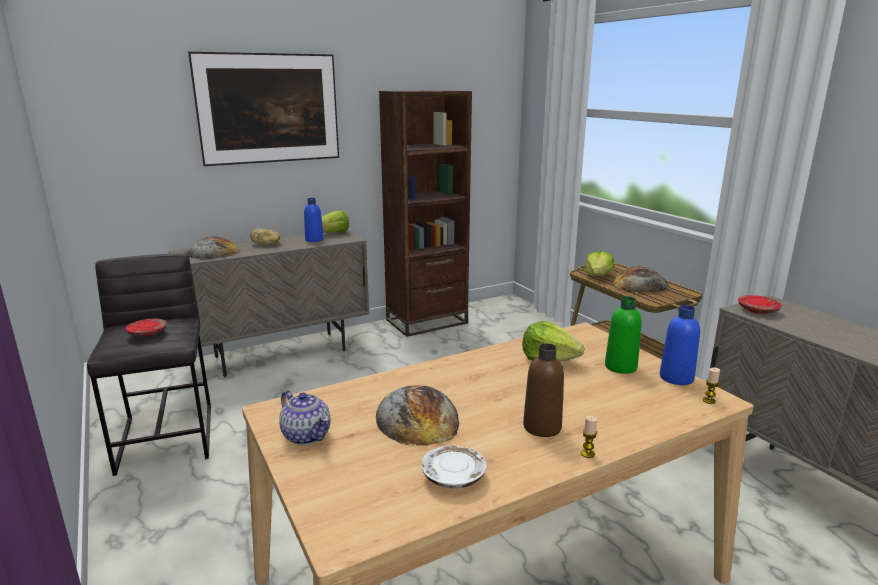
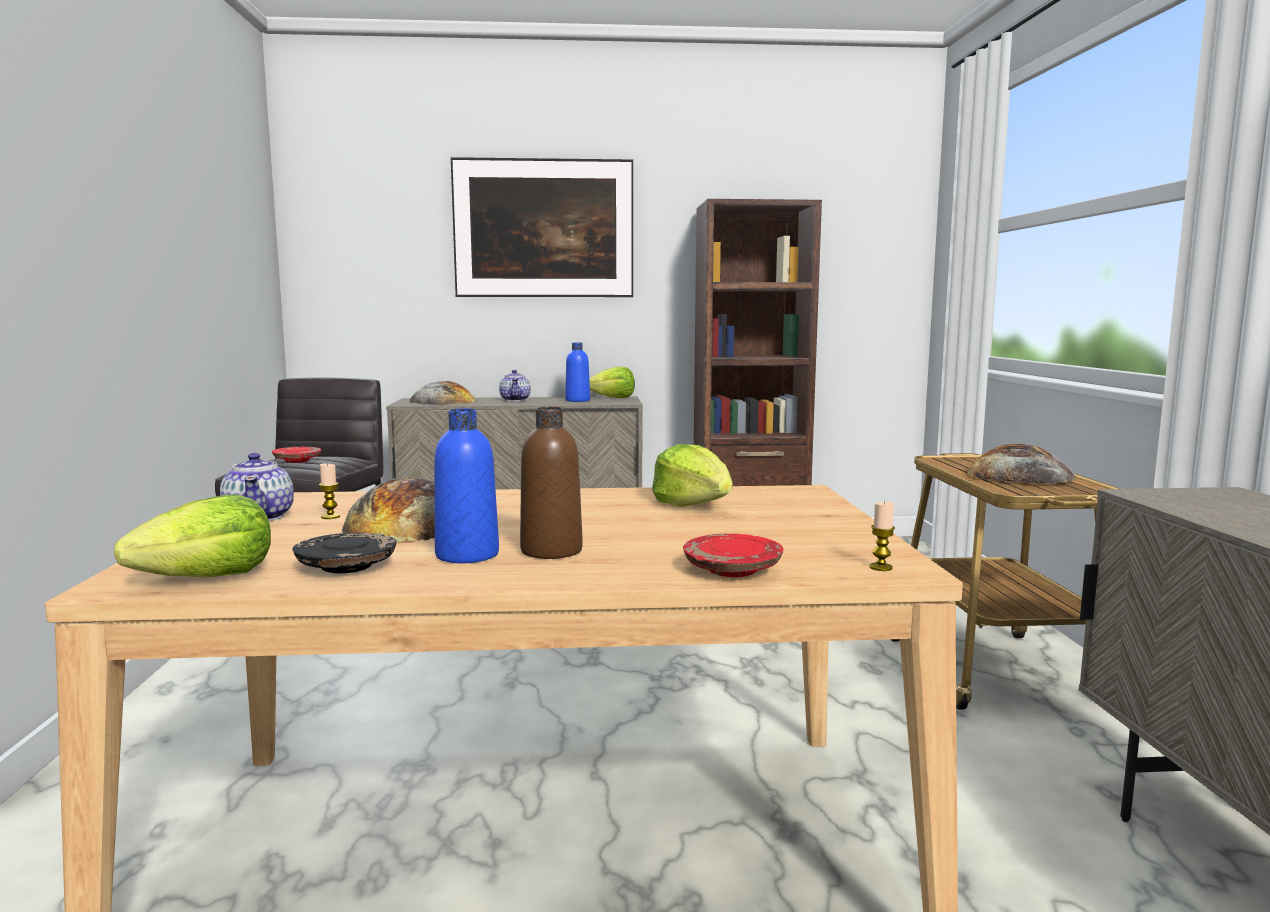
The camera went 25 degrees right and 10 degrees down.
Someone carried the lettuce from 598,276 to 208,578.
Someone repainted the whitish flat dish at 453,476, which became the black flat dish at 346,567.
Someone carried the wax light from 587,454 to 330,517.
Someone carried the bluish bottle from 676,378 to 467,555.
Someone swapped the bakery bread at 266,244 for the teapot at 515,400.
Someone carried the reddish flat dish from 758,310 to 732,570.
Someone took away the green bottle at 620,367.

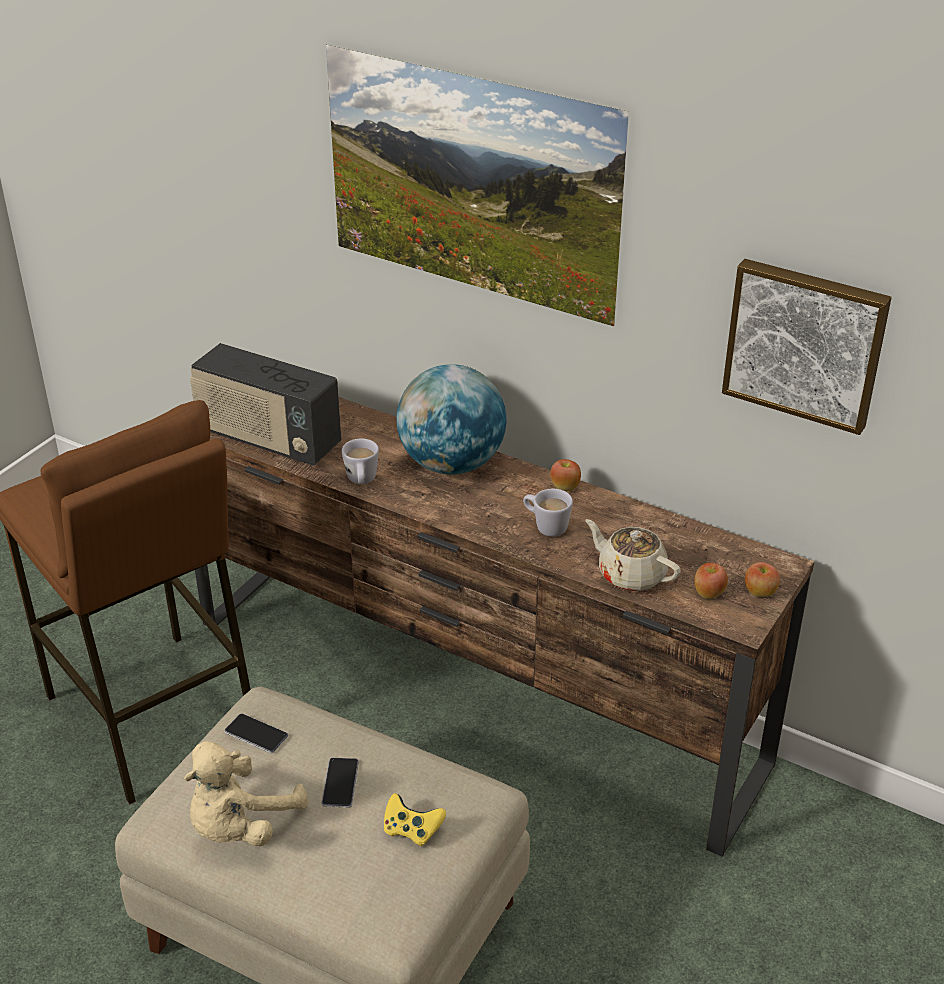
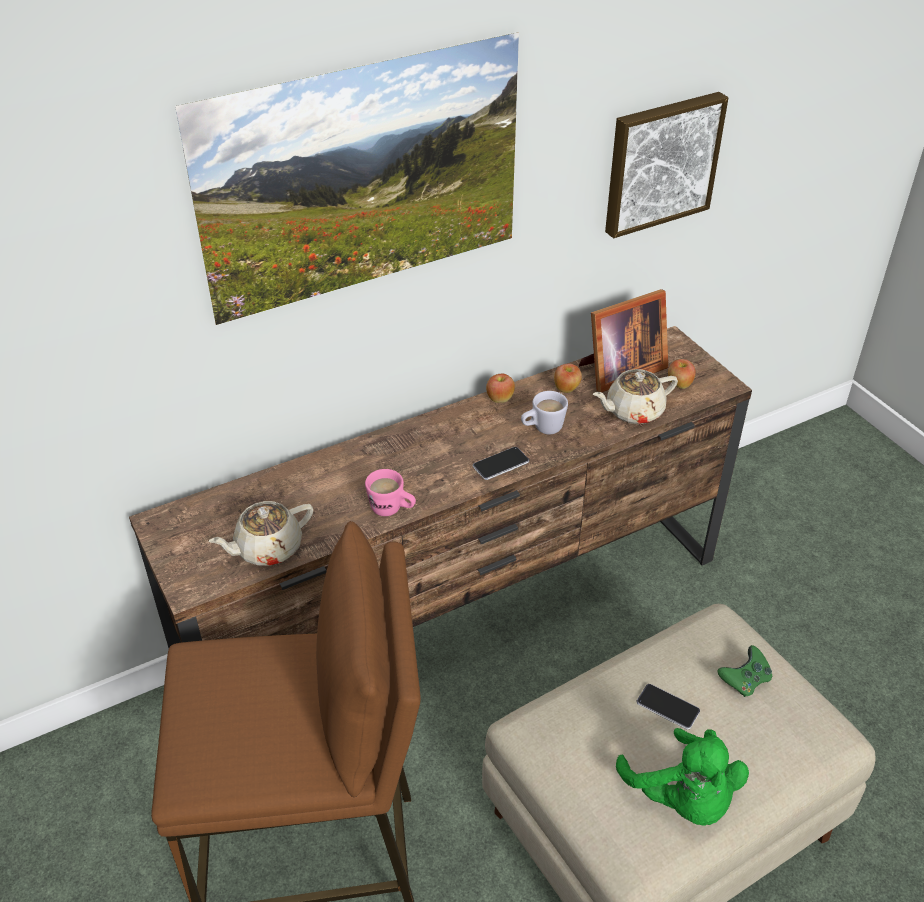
The camera went 60 degrees left and 5 degrees up.
Someone swapped the radio receiver at 268,439 for the sand-coloured teapot at 267,548.
Someone repainted the whitish tea mug at 361,482, which became the pinkish tea mug at 392,510.
Someone carried the phone from 256,734 to 501,464.
Someone carried the apple fruit from 760,593 to 566,389.
Someone put down the standing frame at 619,371.
Someone repainted the sand-coloured cuddly toy at 240,825, which became the green cuddly toy at 682,798.
Someone repainted the yellow-coloured joypad at 411,830, which became the green joypad at 744,681.
Someone took away the world globe at 451,464.

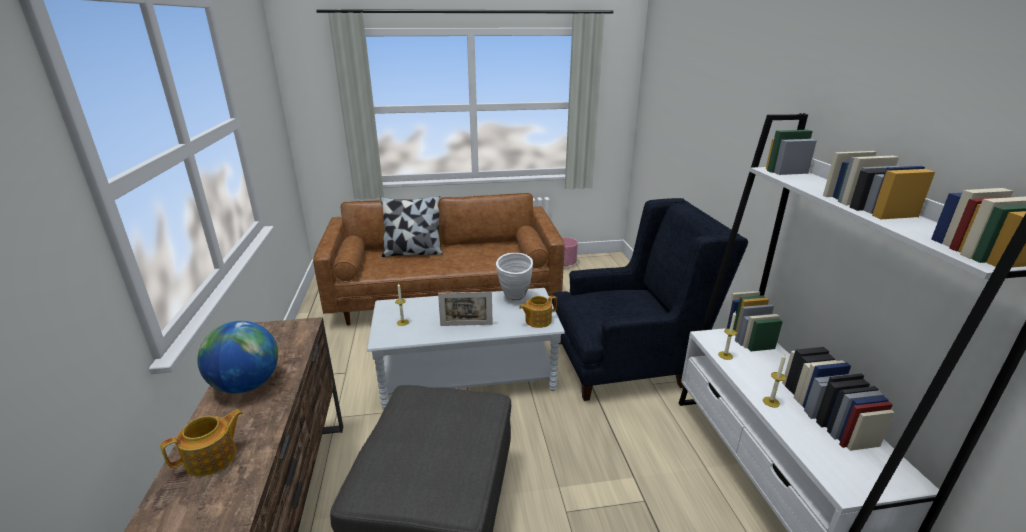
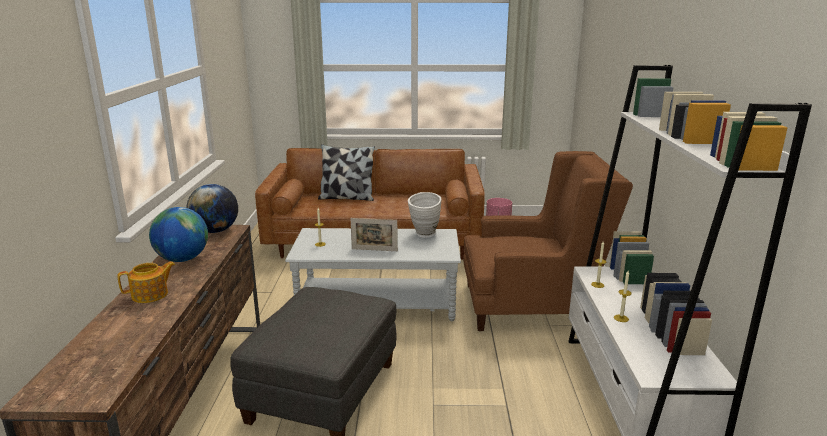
The camera went 10 degrees right and 5 degrees down.
Someone put down the world globe at 215,231.
Someone repainted the bluish lounge chair at 627,361, which became the brown-coloured lounge chair at 532,306.
Someone took away the teapot at 537,320.

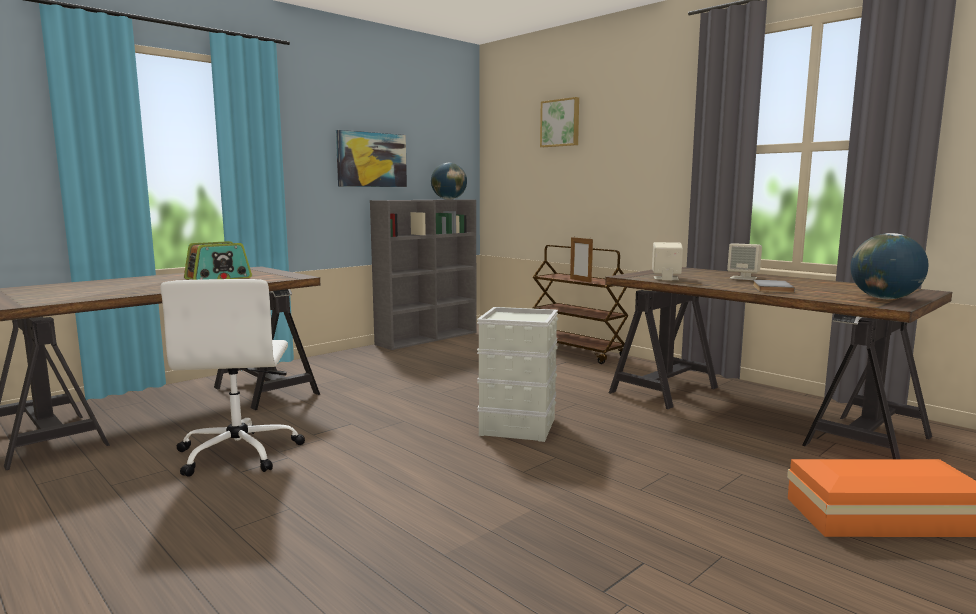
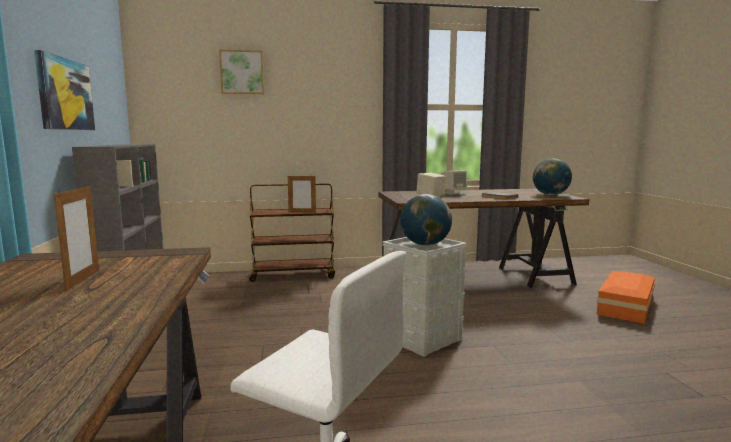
The camera went 55 degrees left and 0 degrees up.
Someone swapped the radio receiver at 218,278 for the standing frame at 83,280.
Someone carried the world globe from 448,199 to 425,245.

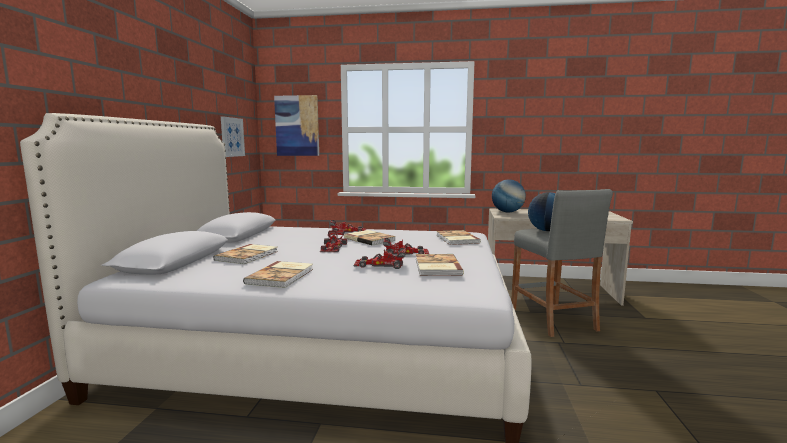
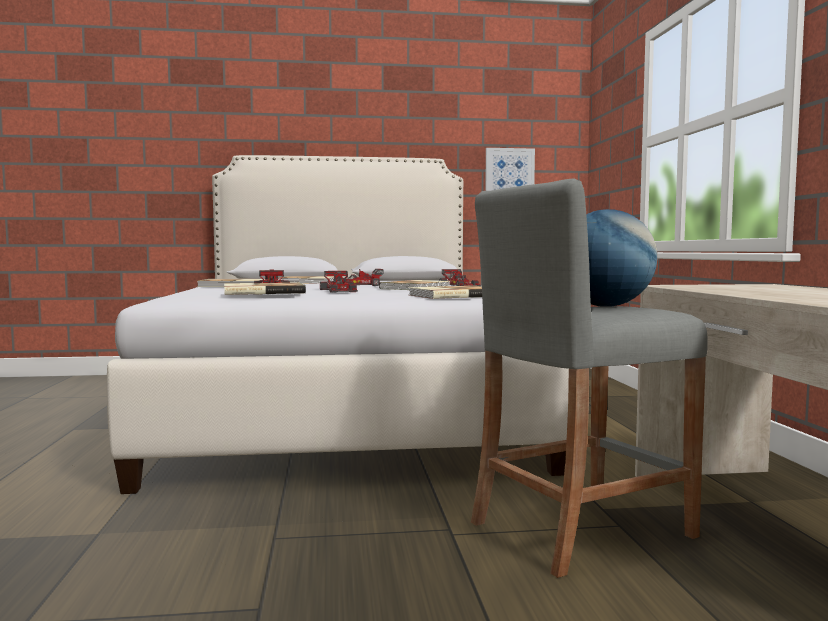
The camera went 75 degrees right and 5 degrees down.
Someone took away the picture at 297,126.
Someone took away the world globe at 507,212.

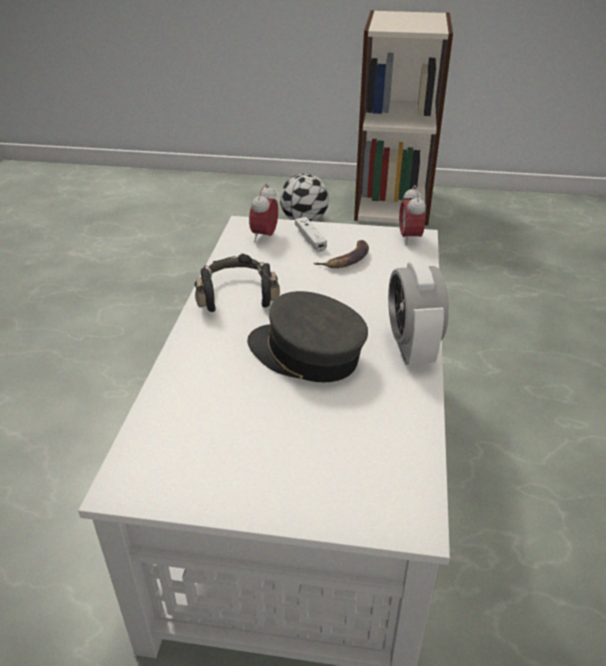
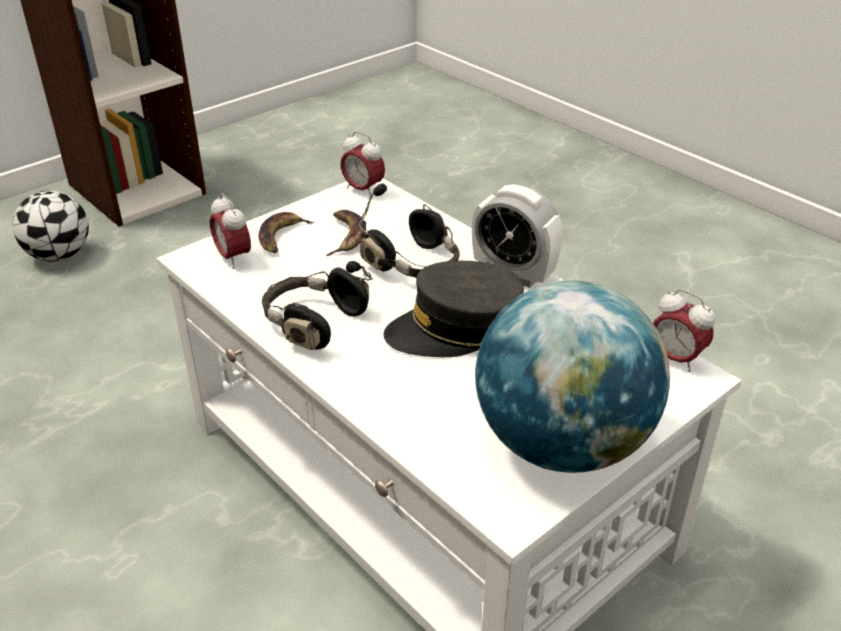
The camera went 50 degrees left and 0 degrees up.
Someone swapped the whitish joypad at 310,239 for the banana at 282,237.
Someone put down the black headphones at 415,265.
Someone put down the world globe at 562,444.
Someone put down the table clock at 675,358.

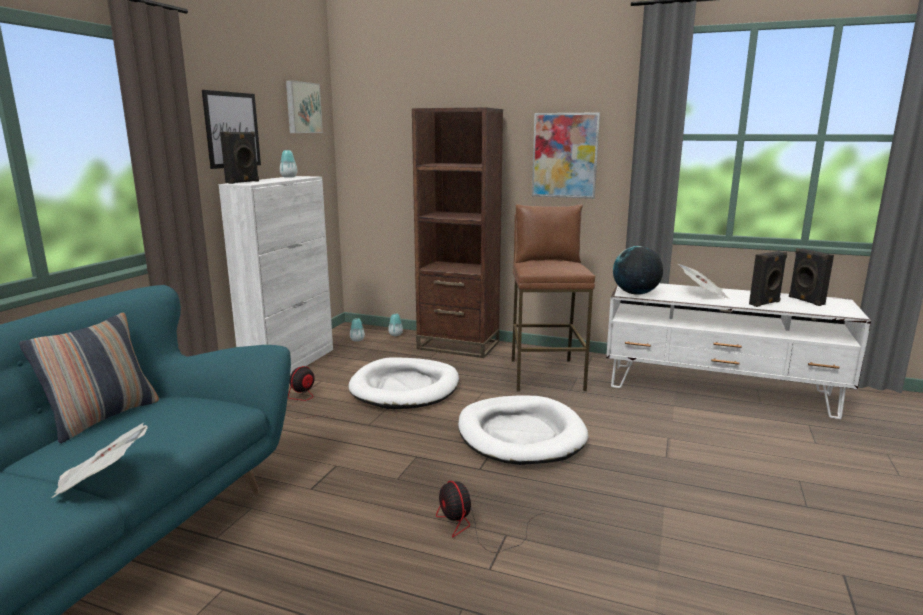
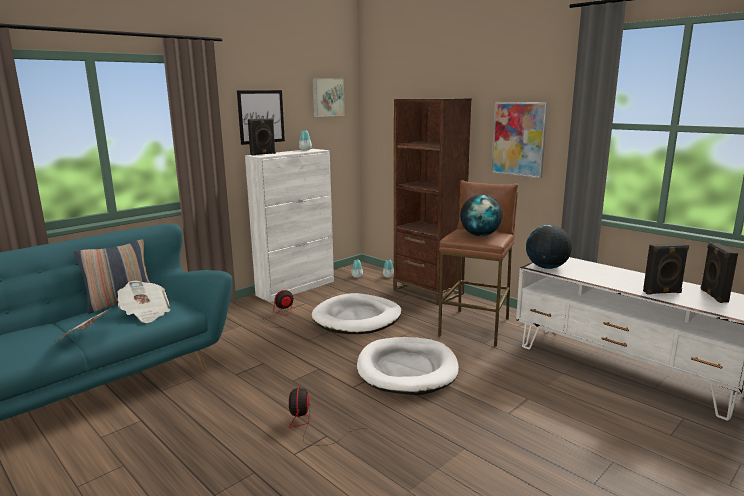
The camera went 25 degrees right and 0 degrees up.
Someone carried the daily paper from 702,294 to 145,314.
Someone put down the world globe at 480,235.

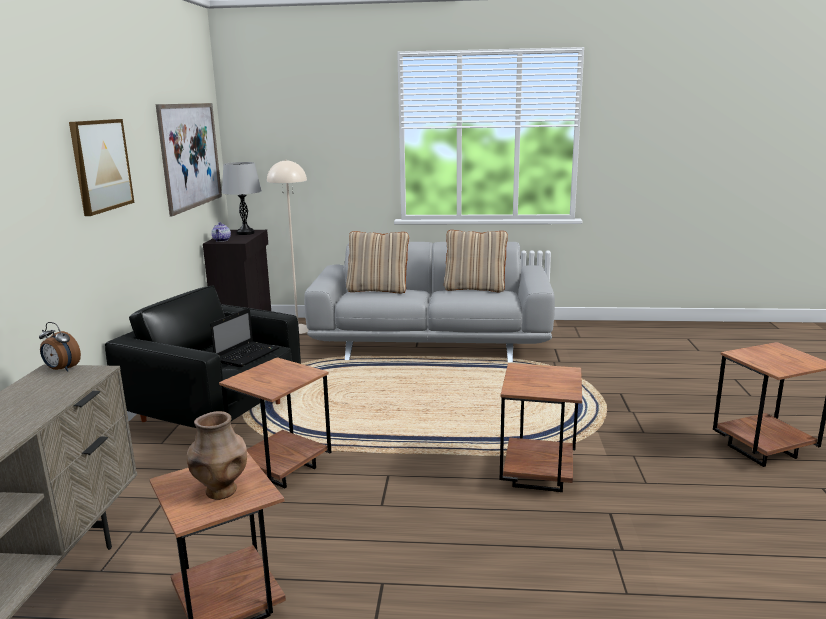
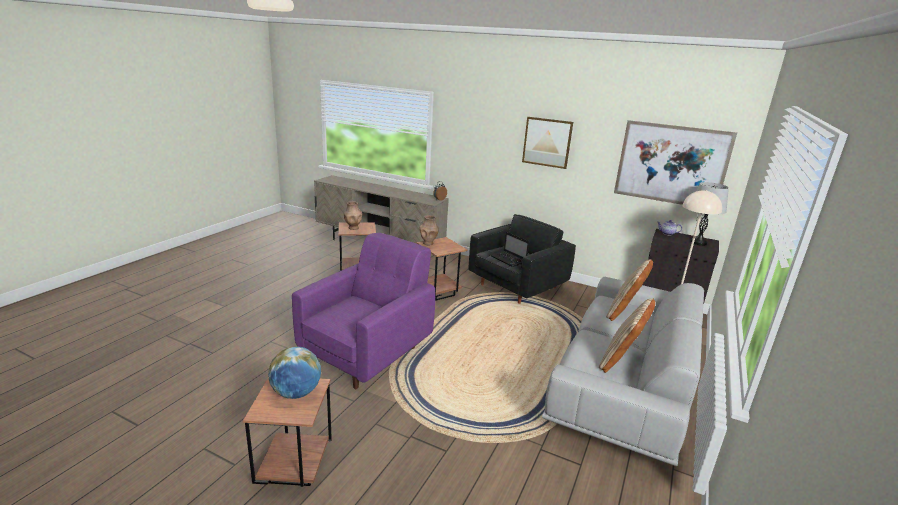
The camera went 110 degrees right and 5 degrees up.
Someone put down the world globe at 296,393.
Someone swapped the brown-coloured accent table at 536,478 for the purple lounge chair at 368,354.
Someone put down the brown-coloured decorative vase at 428,243.

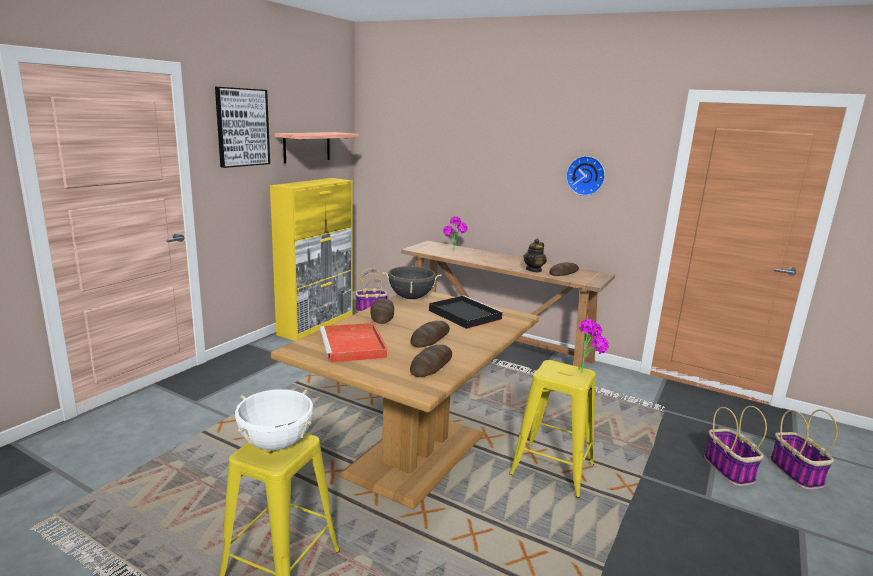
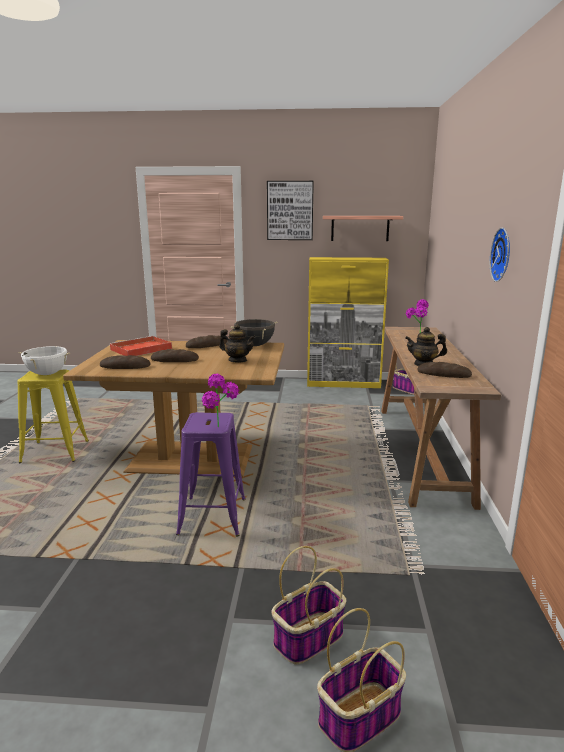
The camera went 65 degrees right and 0 degrees up.
Someone repainted the yellow-coloured stool at 552,469, which became the purple stool at 212,516.
Someone swapped the black serving tray at 463,314 for the teapot at 237,360.

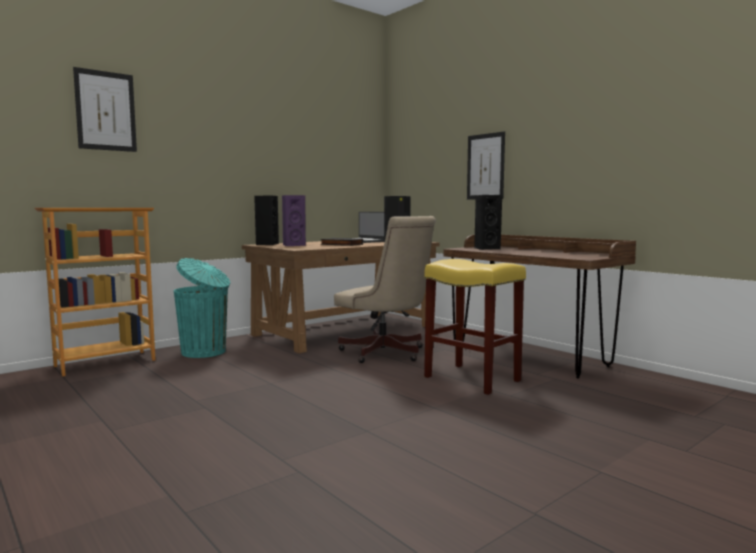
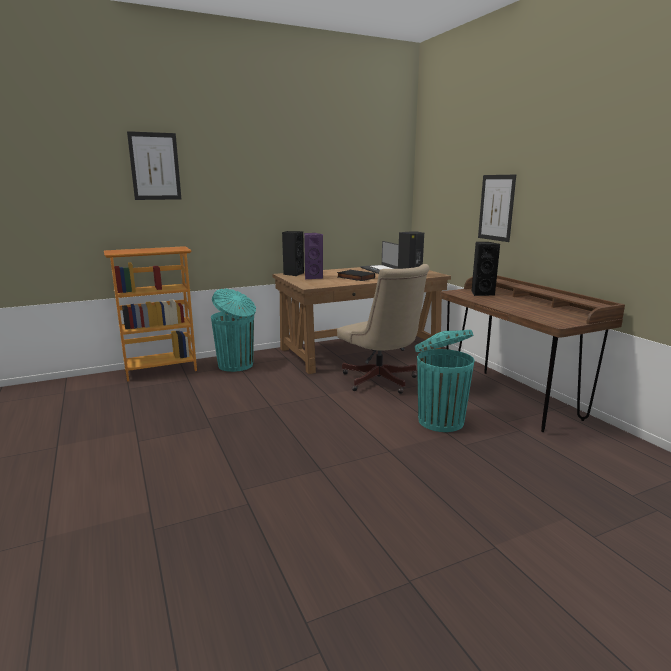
The camera went 15 degrees right and 10 degrees up.
Someone swapped the yellow-coloured stool at 470,378 for the turquoise rubbish bin at 439,420.

